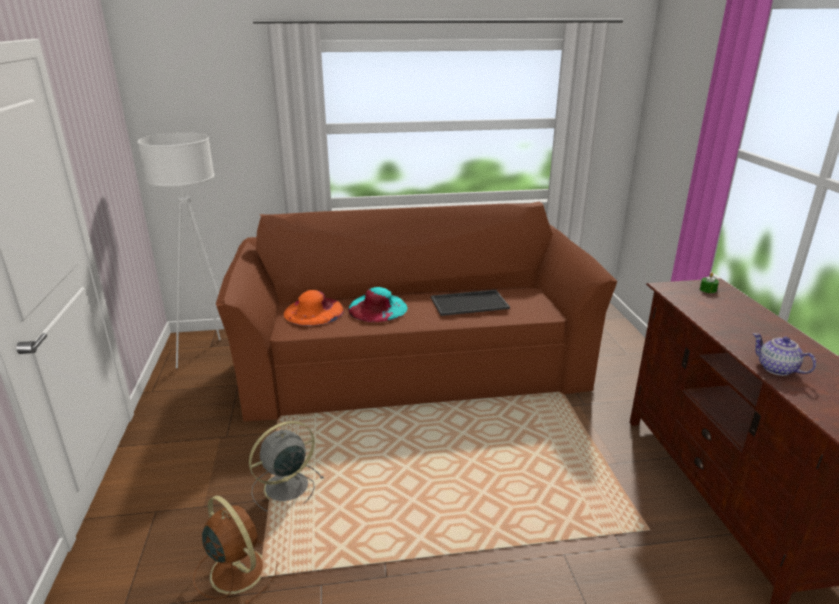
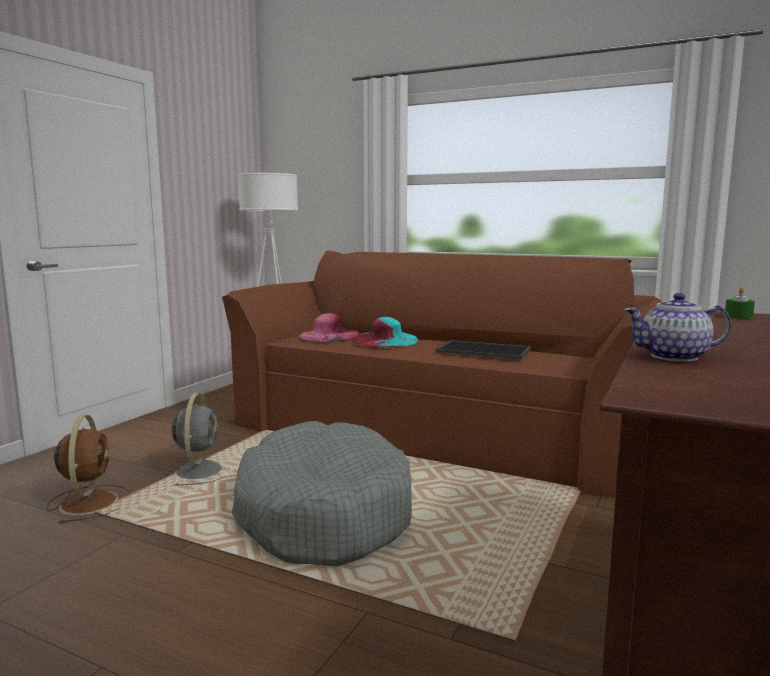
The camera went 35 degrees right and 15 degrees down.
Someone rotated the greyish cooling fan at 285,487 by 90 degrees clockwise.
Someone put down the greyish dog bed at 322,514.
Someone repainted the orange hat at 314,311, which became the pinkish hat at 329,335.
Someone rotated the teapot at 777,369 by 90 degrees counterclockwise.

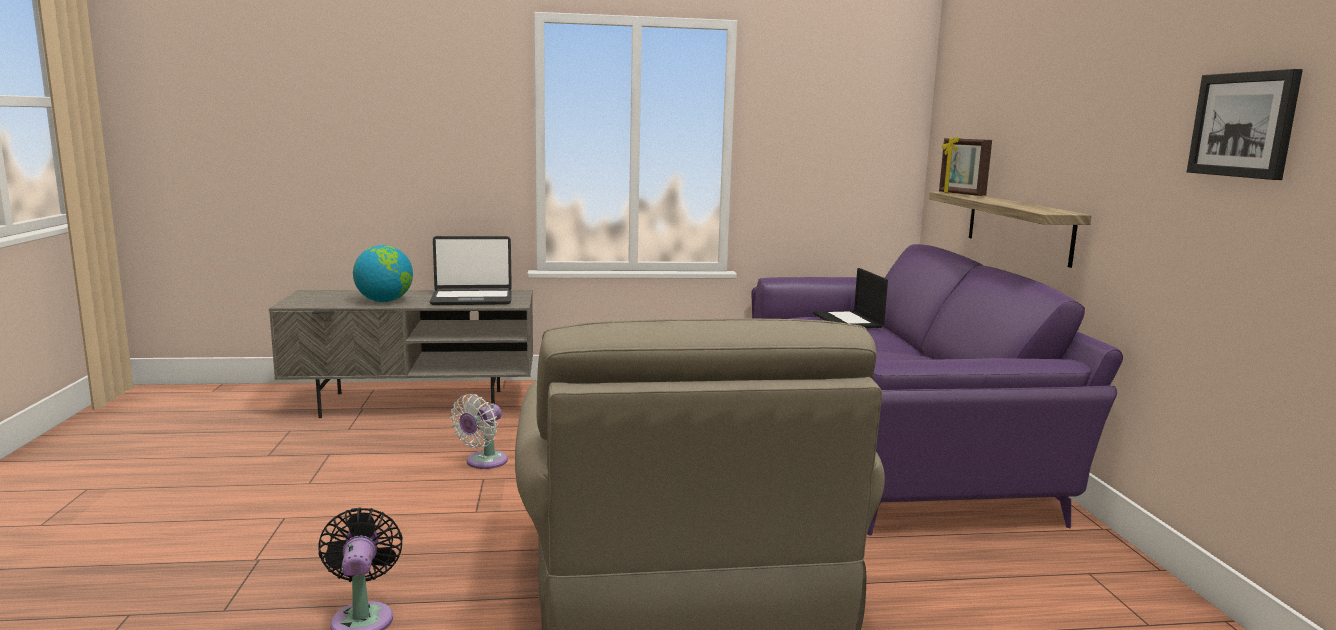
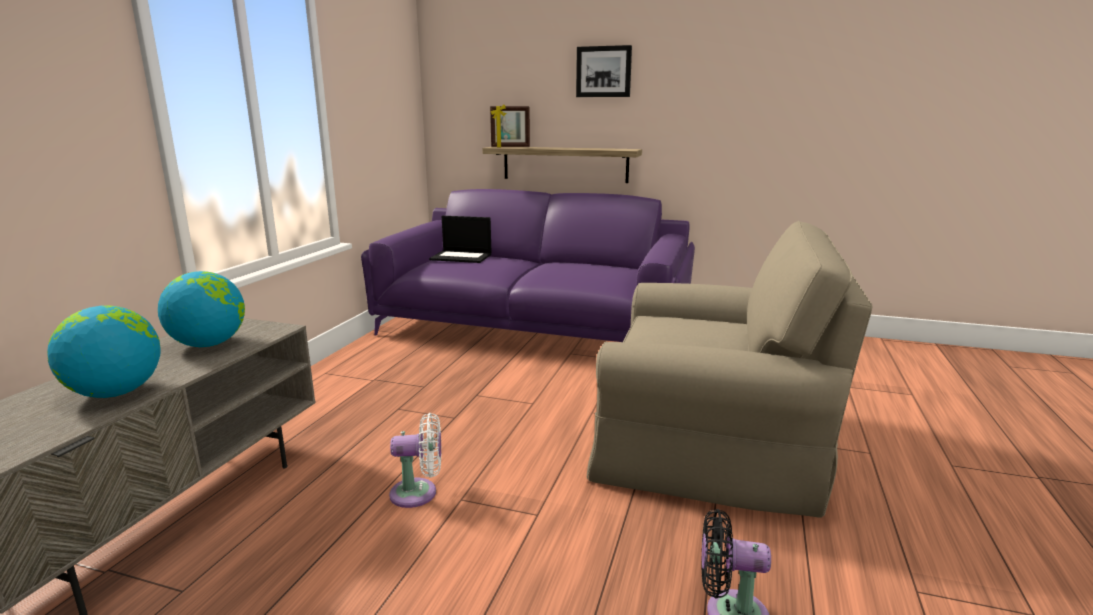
The camera went 65 degrees left and 5 degrees up.
Someone swapped the notebook computer at 472,299 for the world globe at 209,344.
Someone rotated the whitish cooling fan at 483,462 by 60 degrees counterclockwise.
Someone carried the picture from 1244,125 to 603,71.

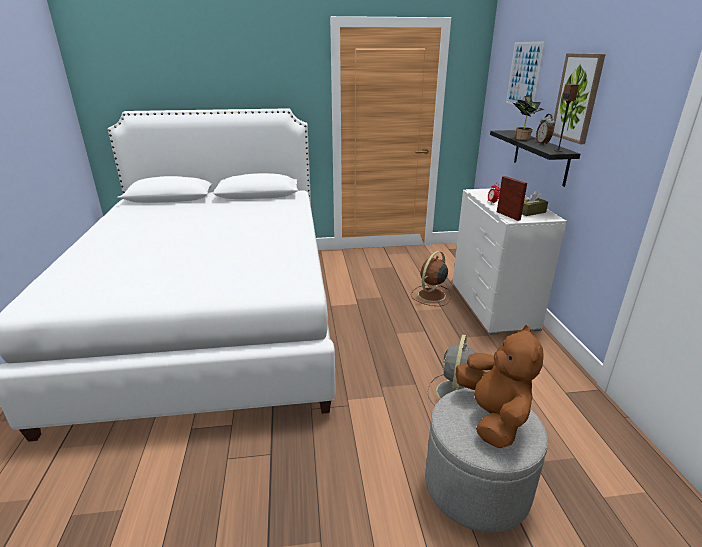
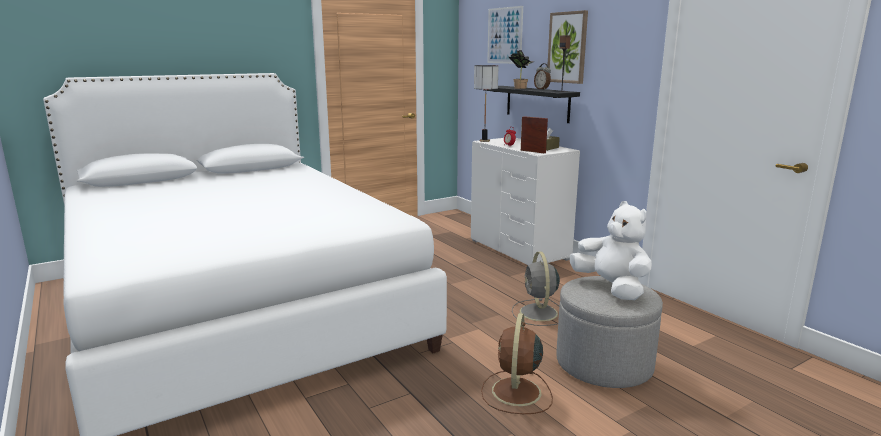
The camera went 25 degrees left and 10 degrees down.
Someone put down the lamp for a table at 484,141.
Someone carried the brown-coloured cooling fan from 431,295 to 516,393.
Someone repainted the brown-coloured cuddly toy at 492,416, which became the whitish cuddly toy at 611,288.

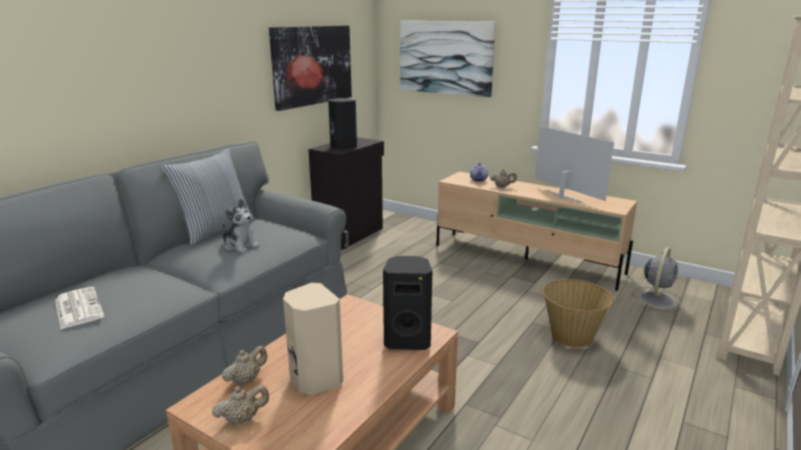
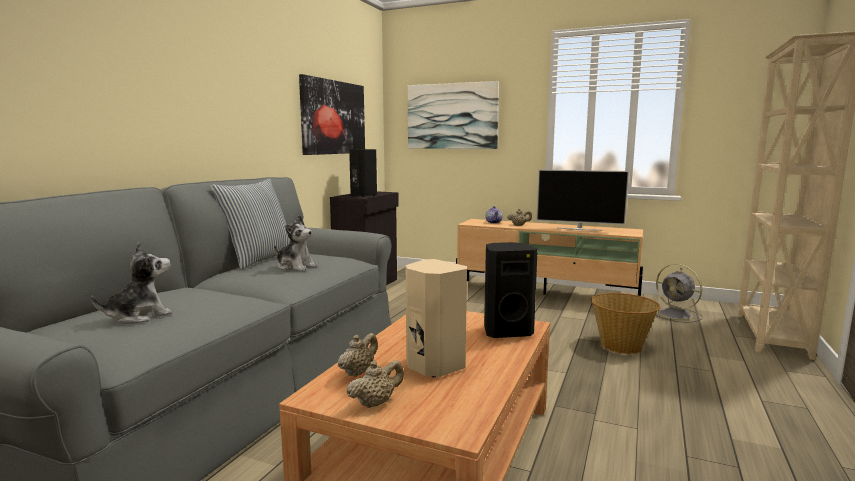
The camera went 10 degrees left and 10 degrees down.
Someone swapped the daily paper at 78,308 for the cuddly toy at 139,316.
Someone rotated the TV set at 564,197 by 150 degrees clockwise.
Someone rotated the greyish cooling fan at 657,299 by 120 degrees clockwise.

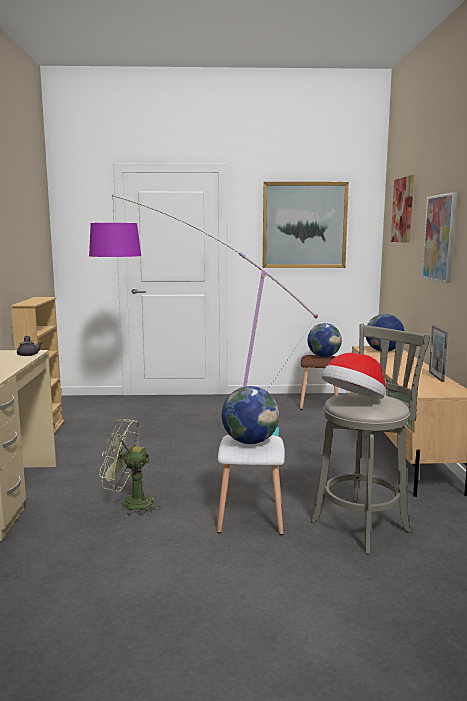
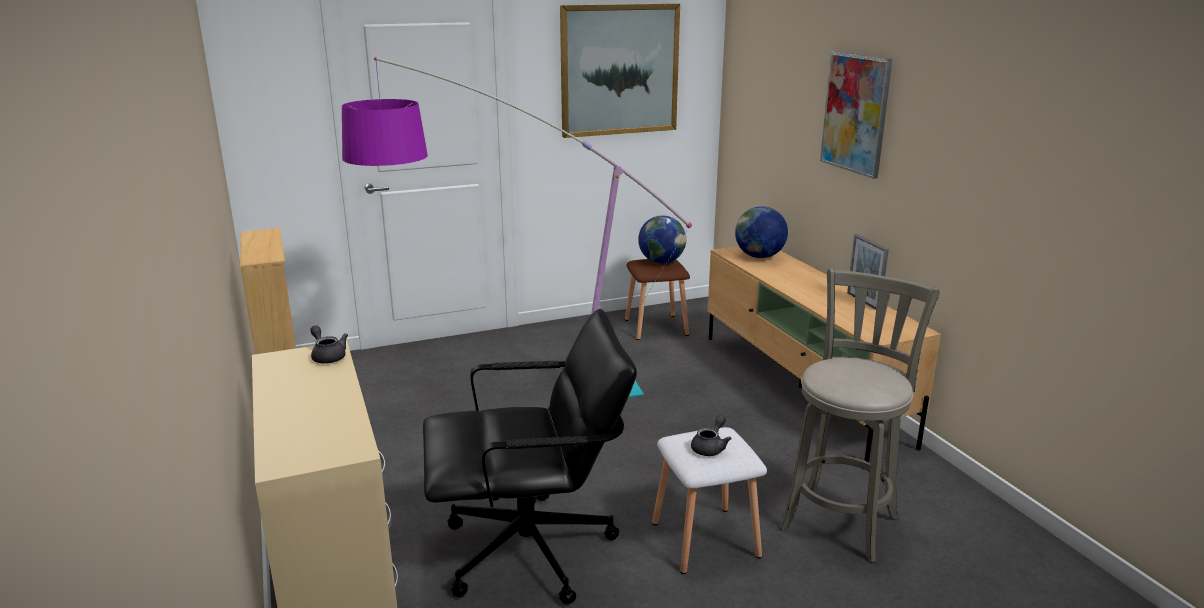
The camera went 20 degrees left and 10 degrees up.
Someone swapped the green cooling fan at 129,503 for the black office chair at 531,551.
Someone swapped the world globe at 250,442 for the greyish teapot at 710,447.
Someone took away the hat at 354,401.
Someone took away the picture at 403,210.

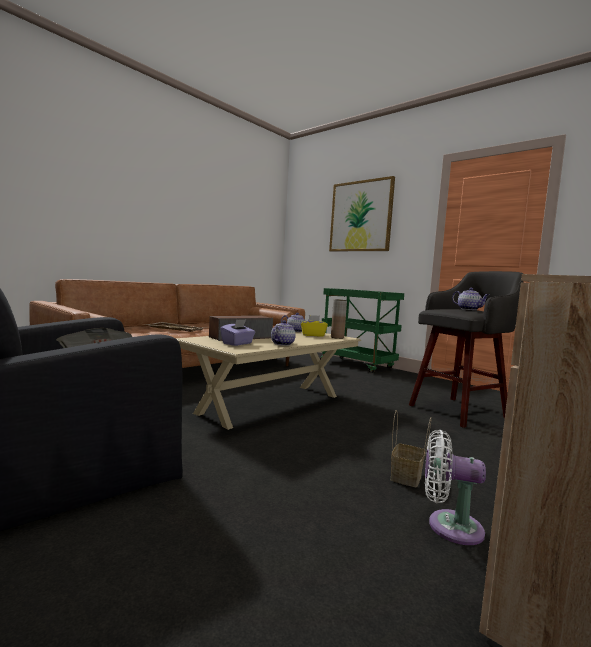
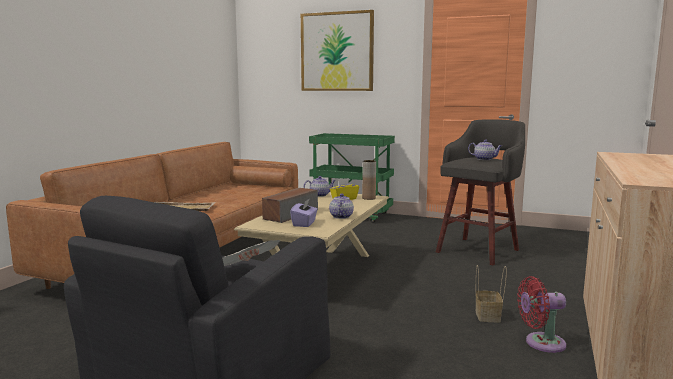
The camera went 20 degrees left and 5 degrees up.
Someone repainted the whitish cooling fan at 449,526, which became the reddish cooling fan at 541,343.

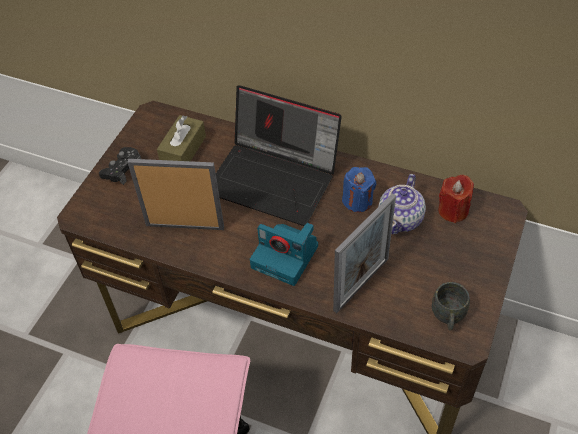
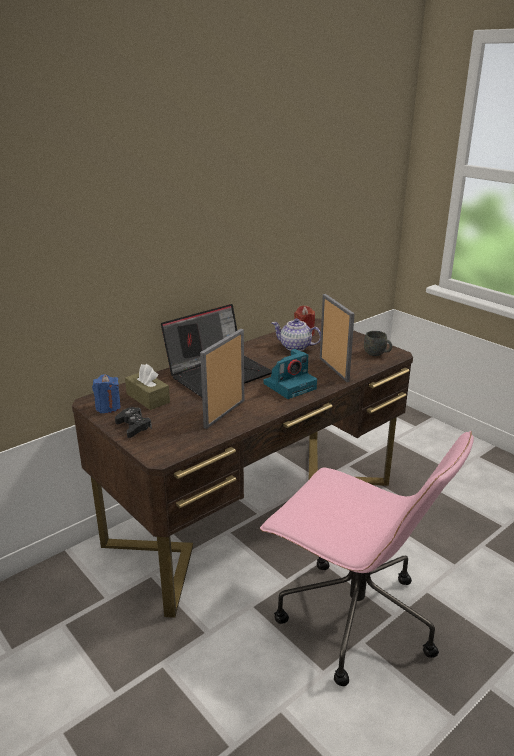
The camera went 65 degrees left and 25 degrees down.
Someone carried the bluish wax light from 357,201 to 108,407.
Someone rotated the teapot at 401,219 by 150 degrees clockwise.

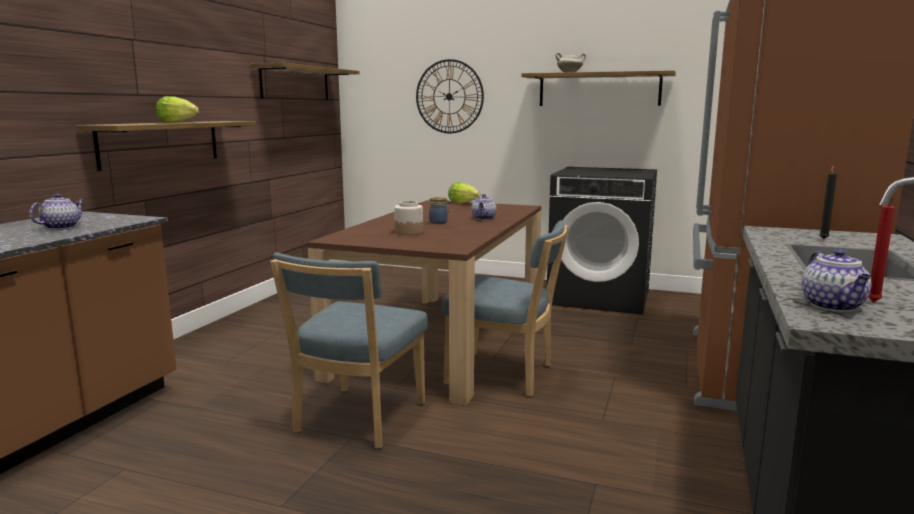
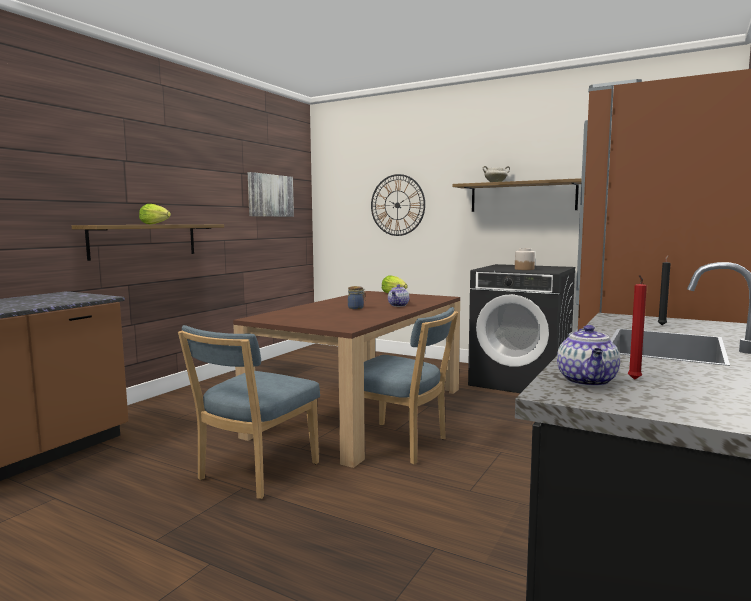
The camera went 10 degrees right and 5 degrees down.
Someone swapped the shelf at 295,83 for the picture at 270,195.
Someone carried the jar from 409,232 to 524,269.
Someone took away the teapot at 61,227.

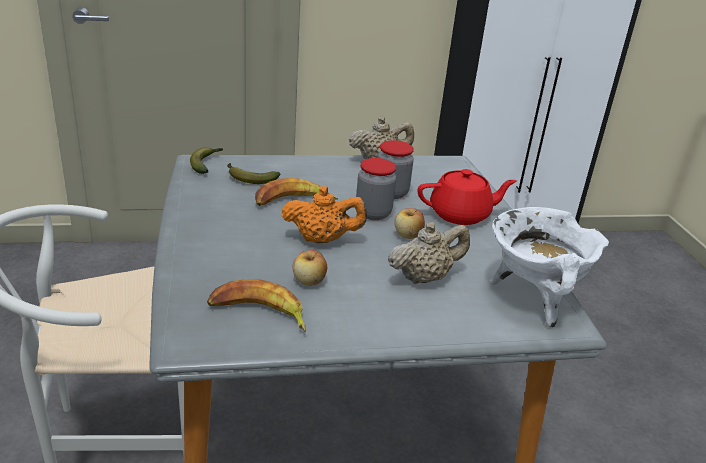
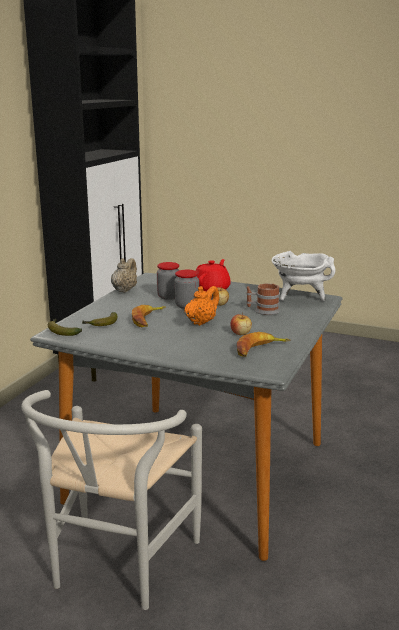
The camera went 55 degrees left and 10 degrees down.
Someone swapped the sand-coloured teapot at 424,277 for the tea mug at 262,311.

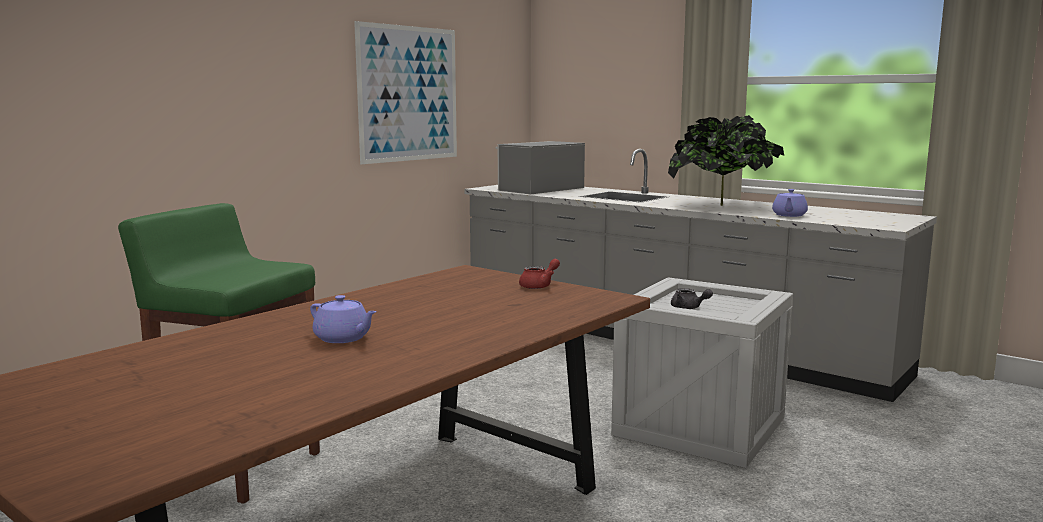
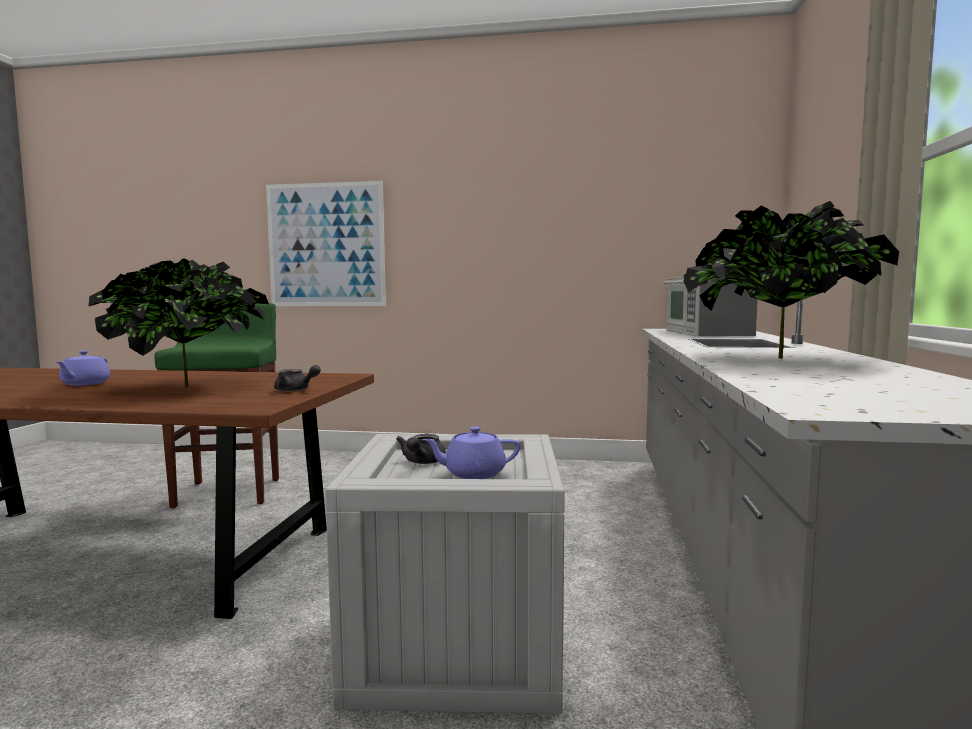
The camera went 60 degrees right and 5 degrees down.
Someone put down the houseplant at 190,387.
Someone carried the picture from 409,94 to 326,245.
Someone repainted the reddish teapot at 539,286, which became the greyish teapot at 295,390.
Someone carried the purple teapot from 789,215 to 473,474.
Someone rotated the kitchen microwave at 540,189 by 105 degrees counterclockwise.

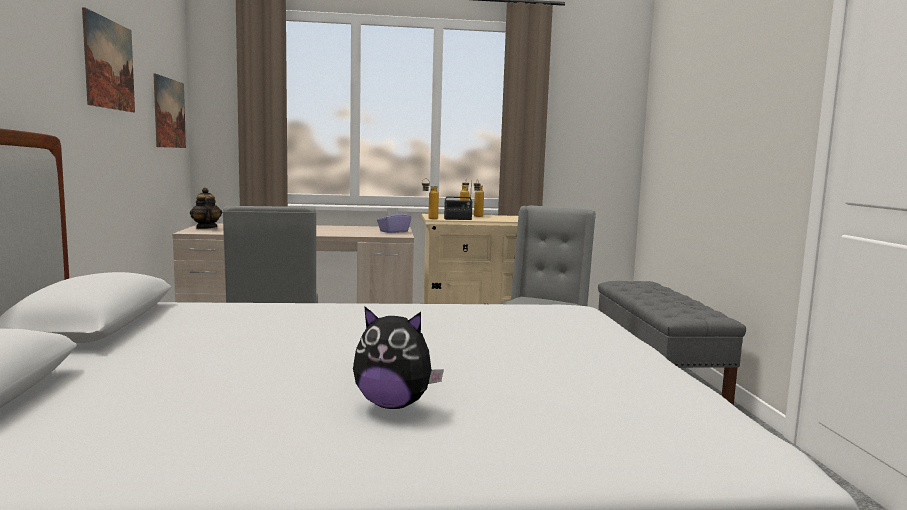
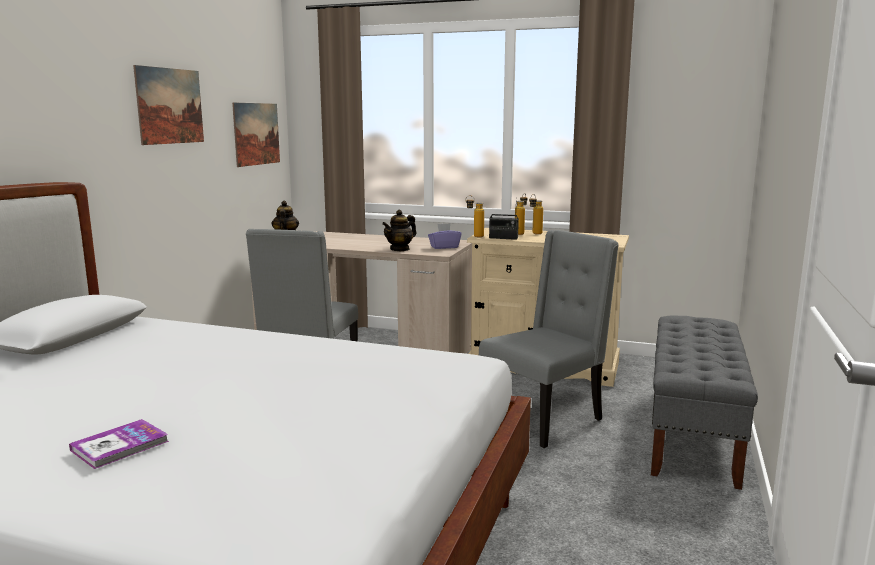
The camera went 25 degrees right and 5 degrees up.
Someone swapped the cuddly toy at 393,404 for the volume at 120,445.
Someone put down the teapot at 400,249.

